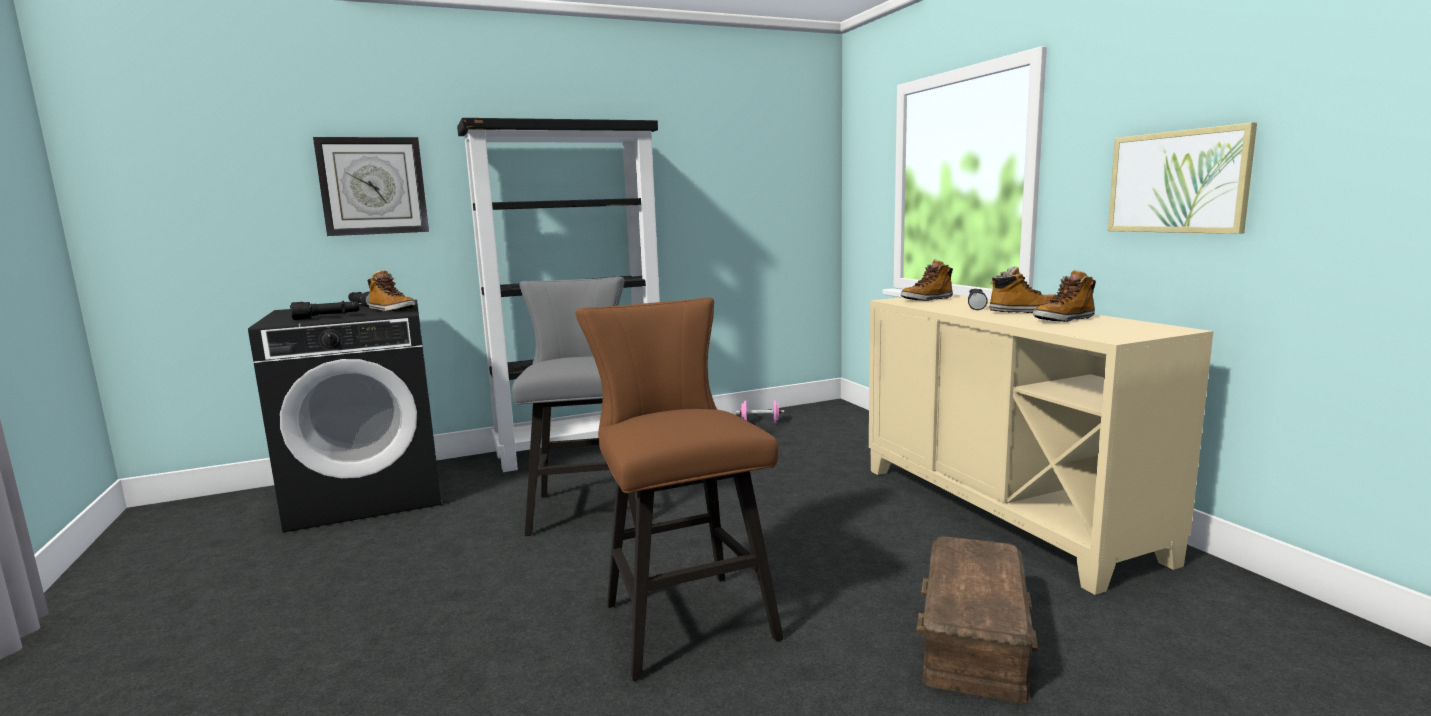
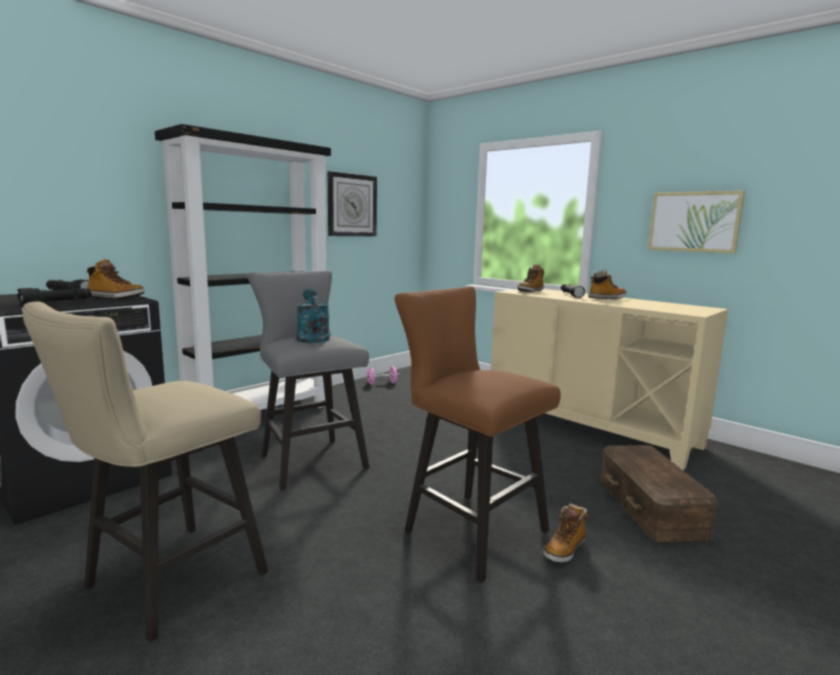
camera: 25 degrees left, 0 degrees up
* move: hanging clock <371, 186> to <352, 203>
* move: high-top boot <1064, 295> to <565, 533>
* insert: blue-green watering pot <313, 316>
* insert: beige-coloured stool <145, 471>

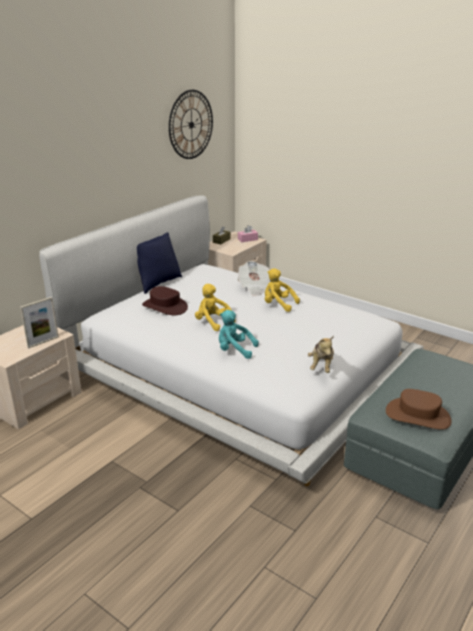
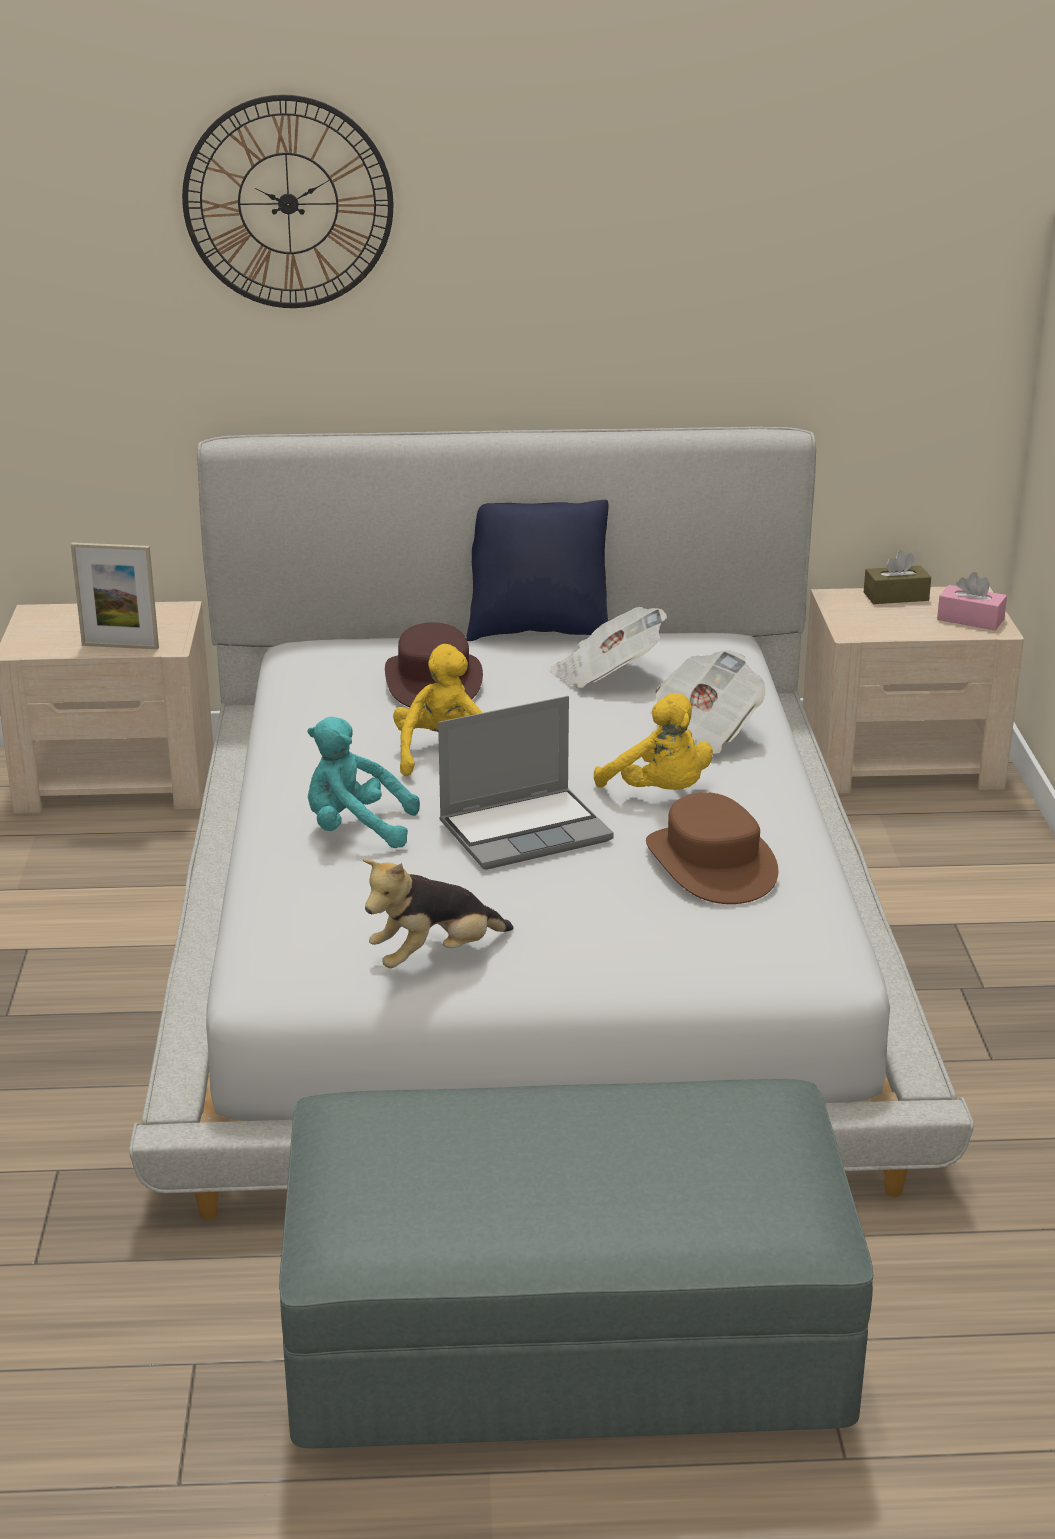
camera: 50 degrees right, 0 degrees up
* move: hanging clock <191, 124> to <287, 201>
* rotate: yellow plush toy <282, 290> = <653, 741> 150 degrees clockwise
* rotate: blue-green plush toy <239, 334> = <364, 782> 60 degrees counterclockwise
* move: brown hat <418, 409> to <712, 848>
* insert: daily paper <608, 647>
* insert: laptop <526, 783>

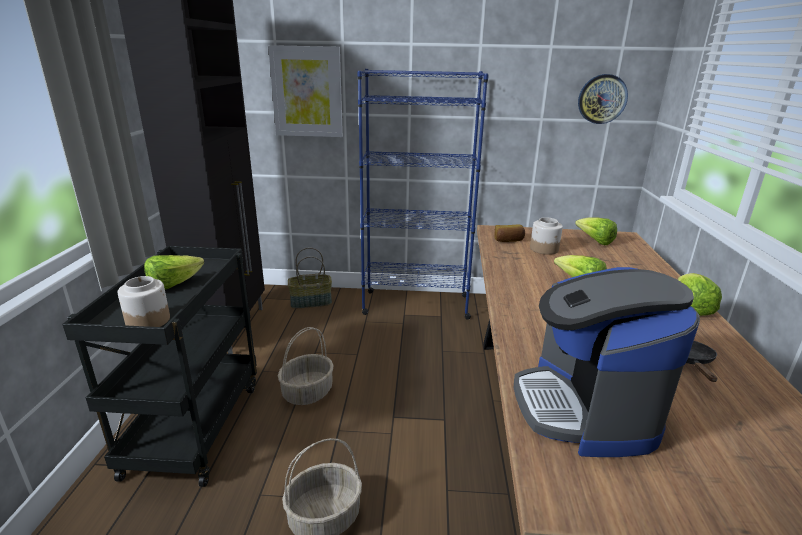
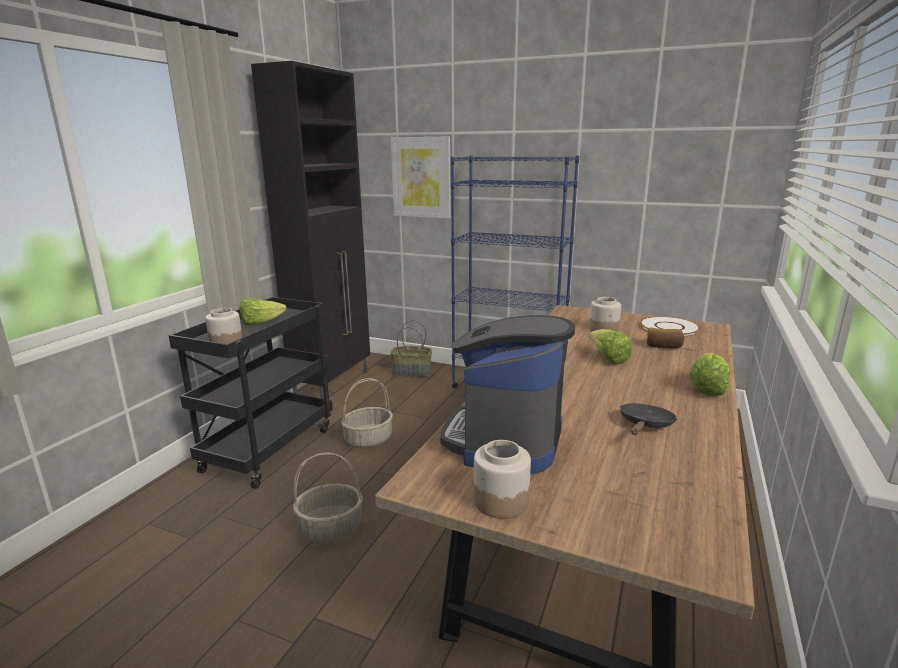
camera: 20 degrees right, 5 degrees down
* delete: hanging clock <603, 99>
* replace: head of lettuce <596, 231> to white dinner plate <670, 326>
* move: bakery bread <509, 233> to <665, 338>
* insert: preserve jar <502, 479>

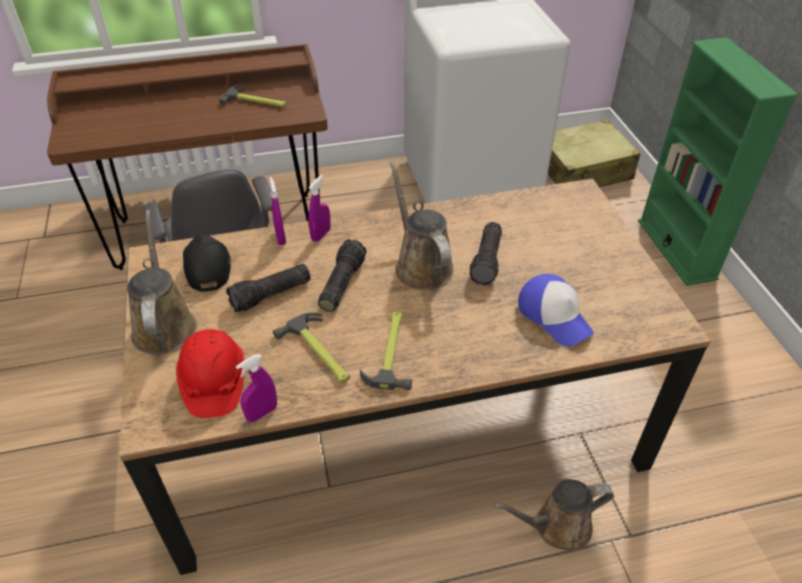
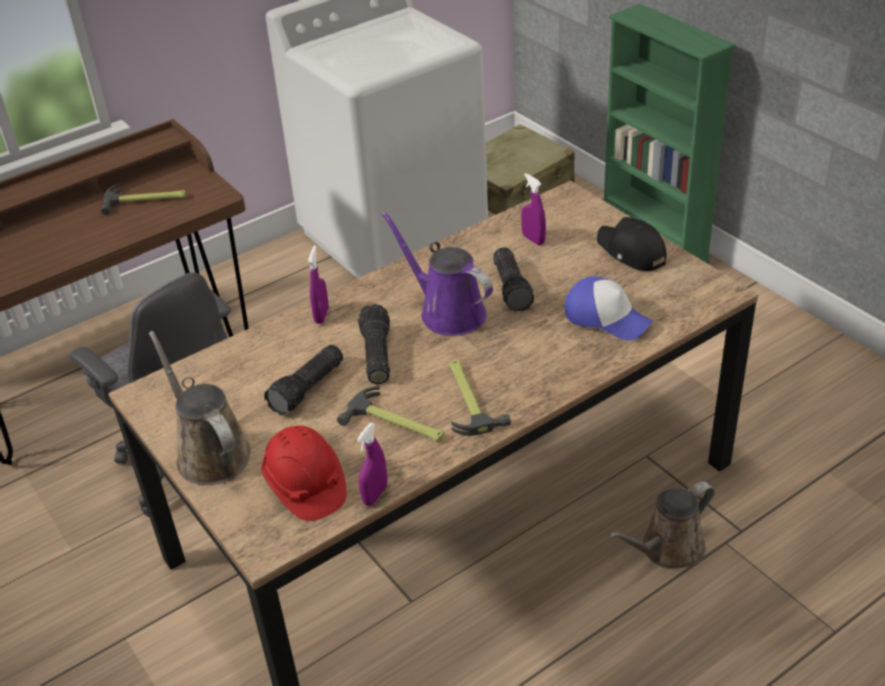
camera: 20 degrees left, 5 degrees down
* recolor: brown watering pot <422, 226> to purplish watering pot <437, 273>
* move: purplish hand sprayer <278, 211> to <533, 209>
* move: black-coloured baseball cap <207, 263> to <632, 244>

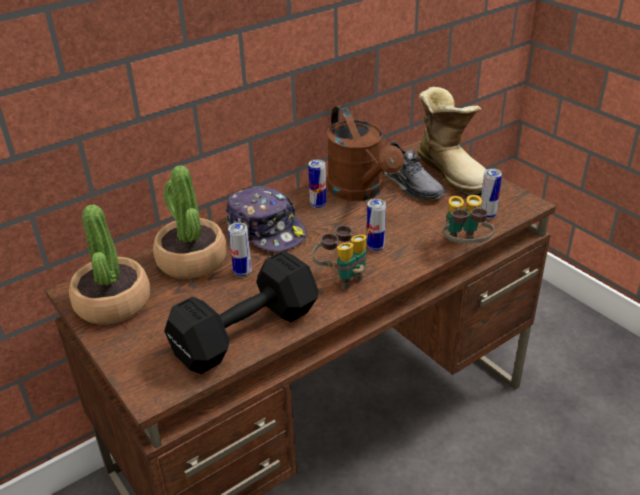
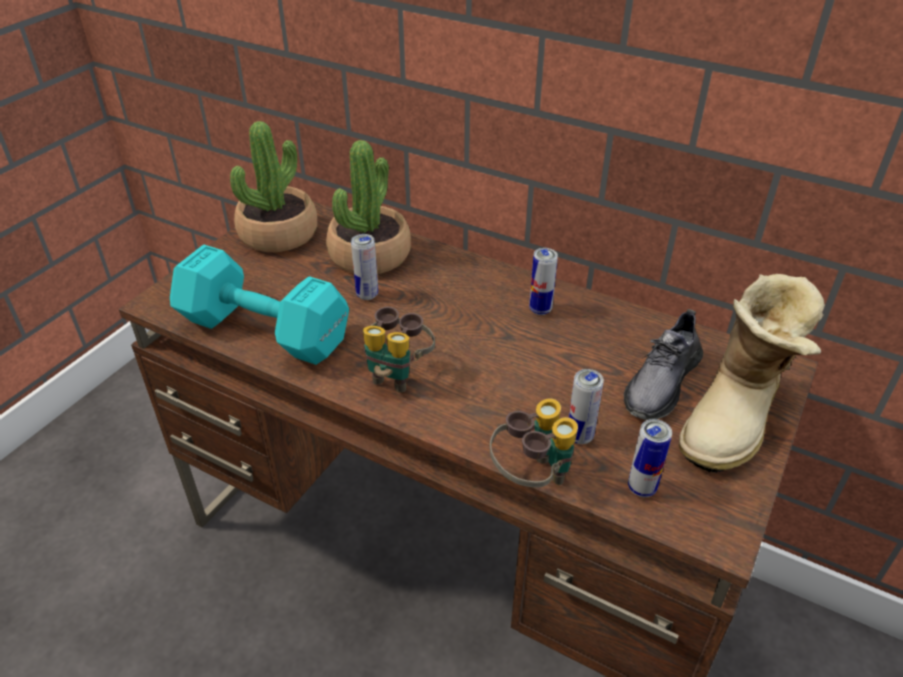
camera: 65 degrees right, 5 degrees up
* delete: brown watering pot <365, 153>
* delete: baseball cap <266, 219>
* move: sealed can <376, 225> to <586, 406>
* recolor: black-coloured free weight <241, 312> to blue-green free weight <259, 305>

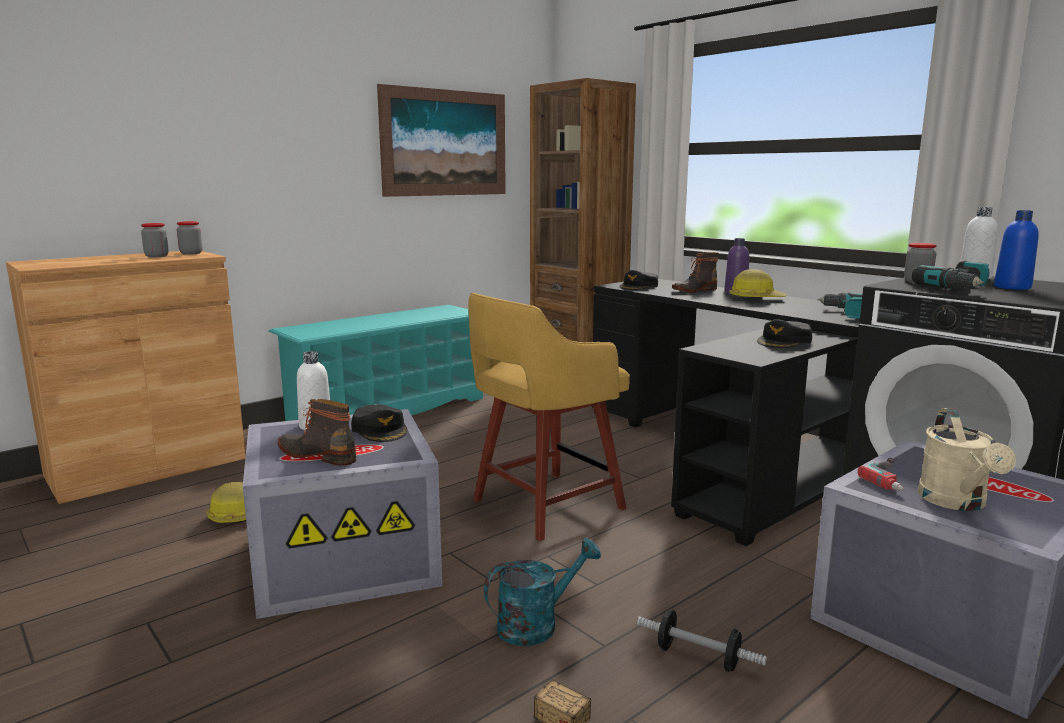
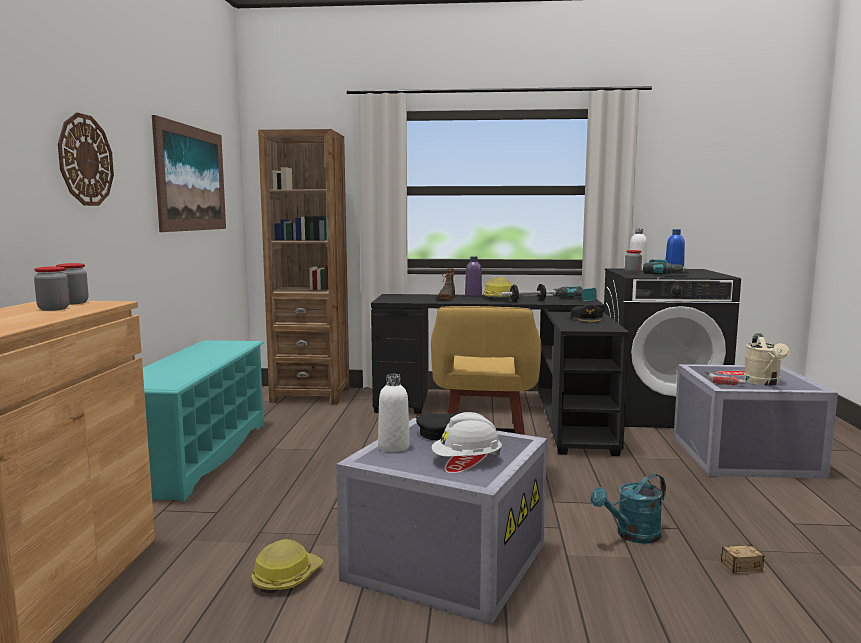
camera: 45 degrees left, 5 degrees down
* delete: black-coloured baseball cap <638, 280>
* replace: high-top boot <317, 432> to white safety helmet <467, 434>
* rotate: beige-coloured watering pot <967, 459> = <766, 359> 45 degrees clockwise
* rotate: blue-green watering pot <542, 592> = <628, 509> 135 degrees counterclockwise
* move: free weight <702, 641> to <528, 293>
* insert: hanging clock <86, 159>

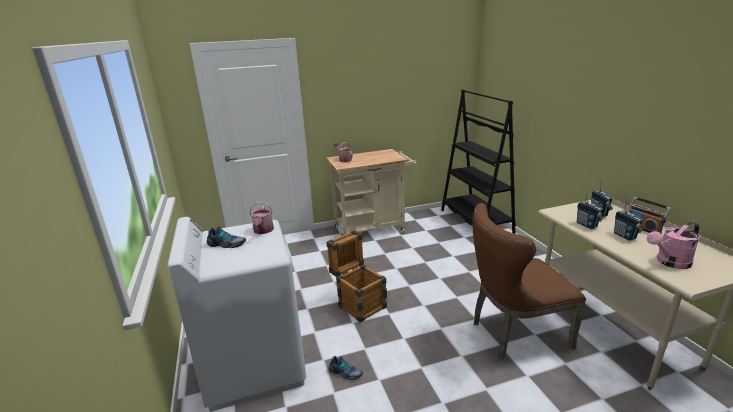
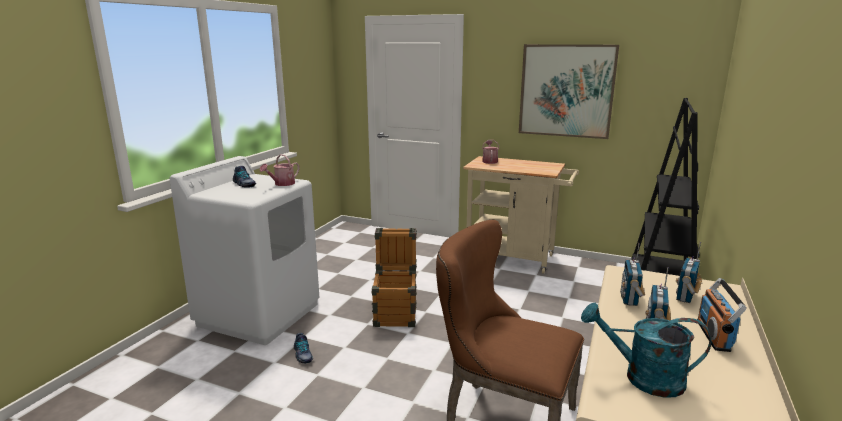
camera: 40 degrees right, 5 degrees down
* recolor: pink-coloured watering pot <673, 245> to blue-green watering pot <646, 350>
* insert: wall art <569, 91>

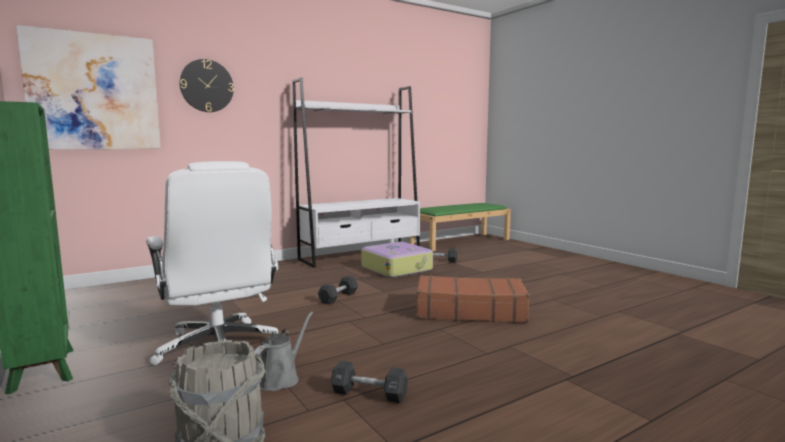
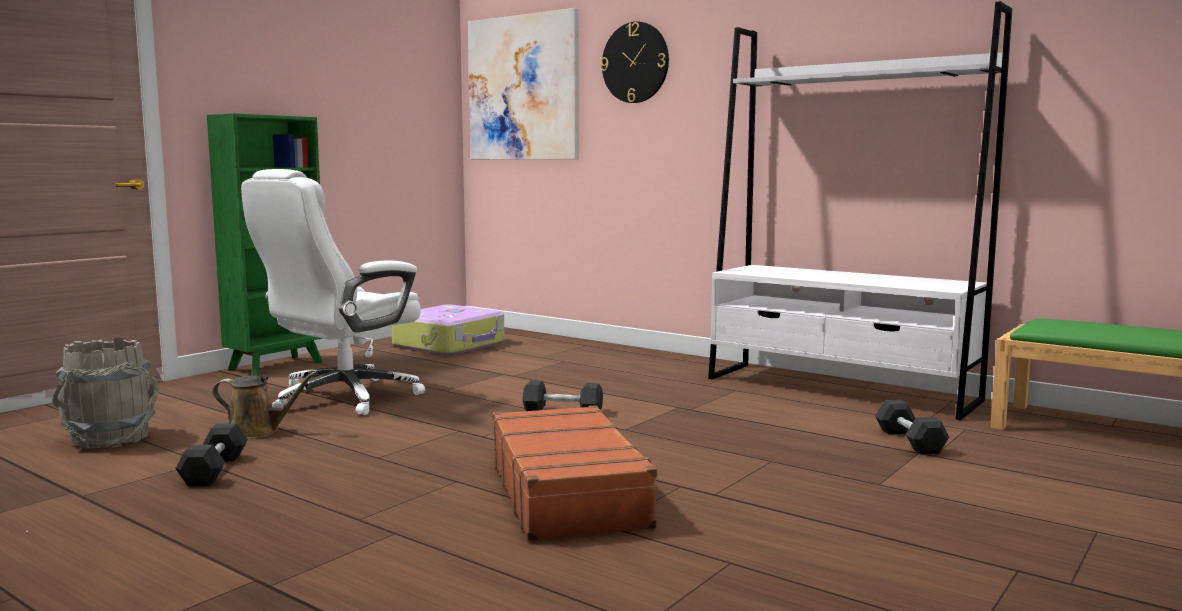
camera: 70 degrees right, 0 degrees up
* move: travel case <397, 260> to <447, 330>
* recolor: grey watering pot <283, 351> to brown watering pot <265, 405>

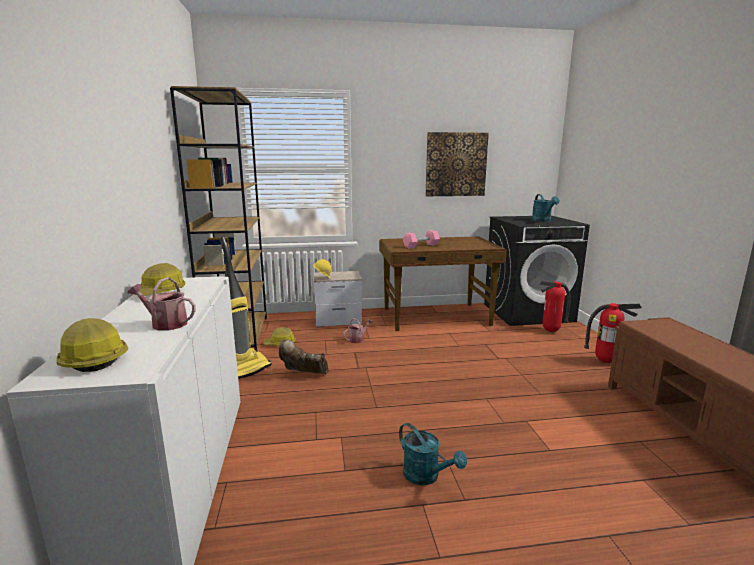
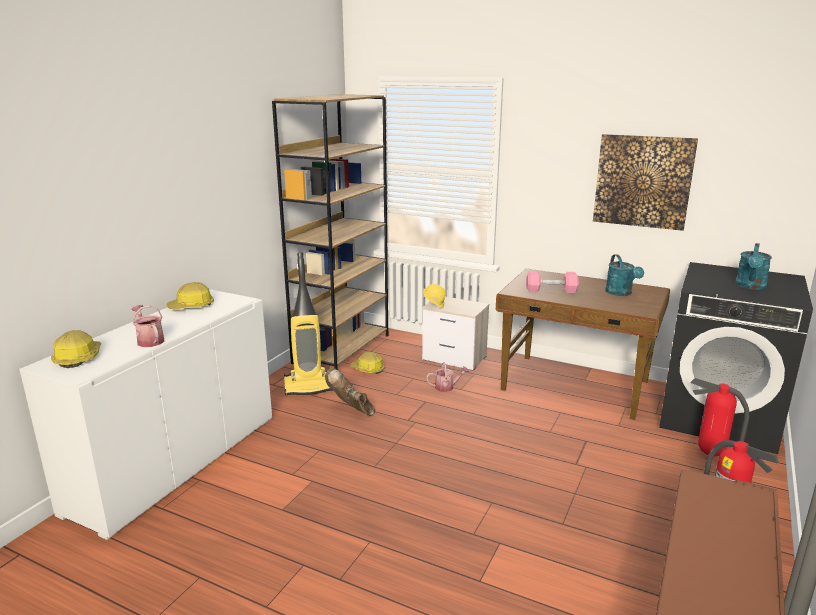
camera: 35 degrees right, 5 degrees up
* move: blue-green watering pot <433, 454> to <624, 275>

